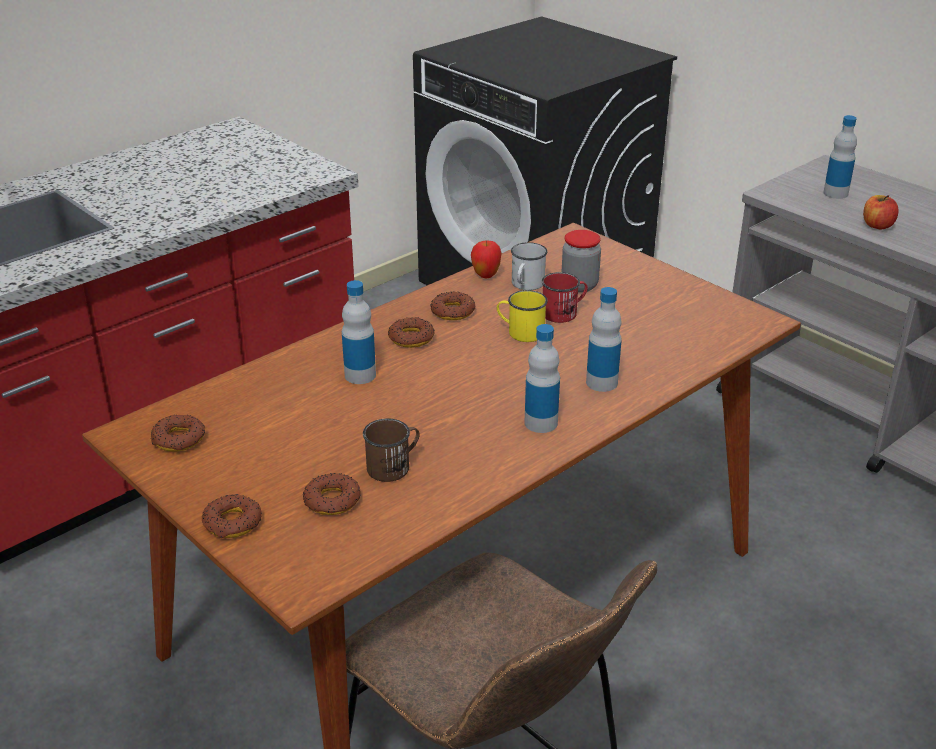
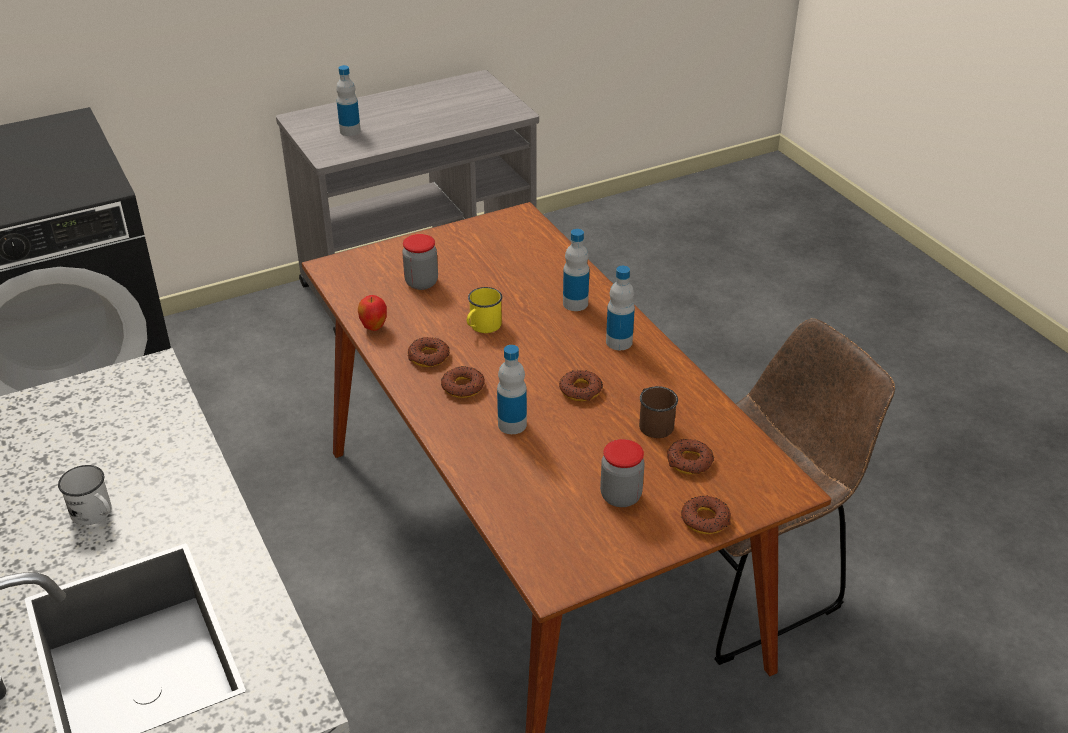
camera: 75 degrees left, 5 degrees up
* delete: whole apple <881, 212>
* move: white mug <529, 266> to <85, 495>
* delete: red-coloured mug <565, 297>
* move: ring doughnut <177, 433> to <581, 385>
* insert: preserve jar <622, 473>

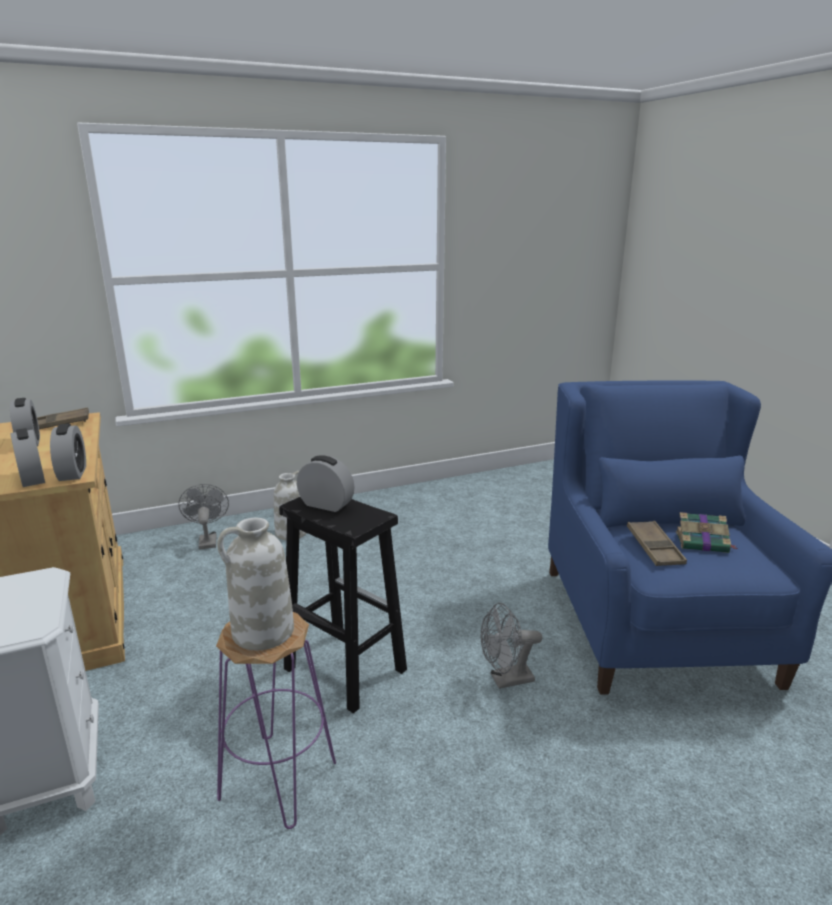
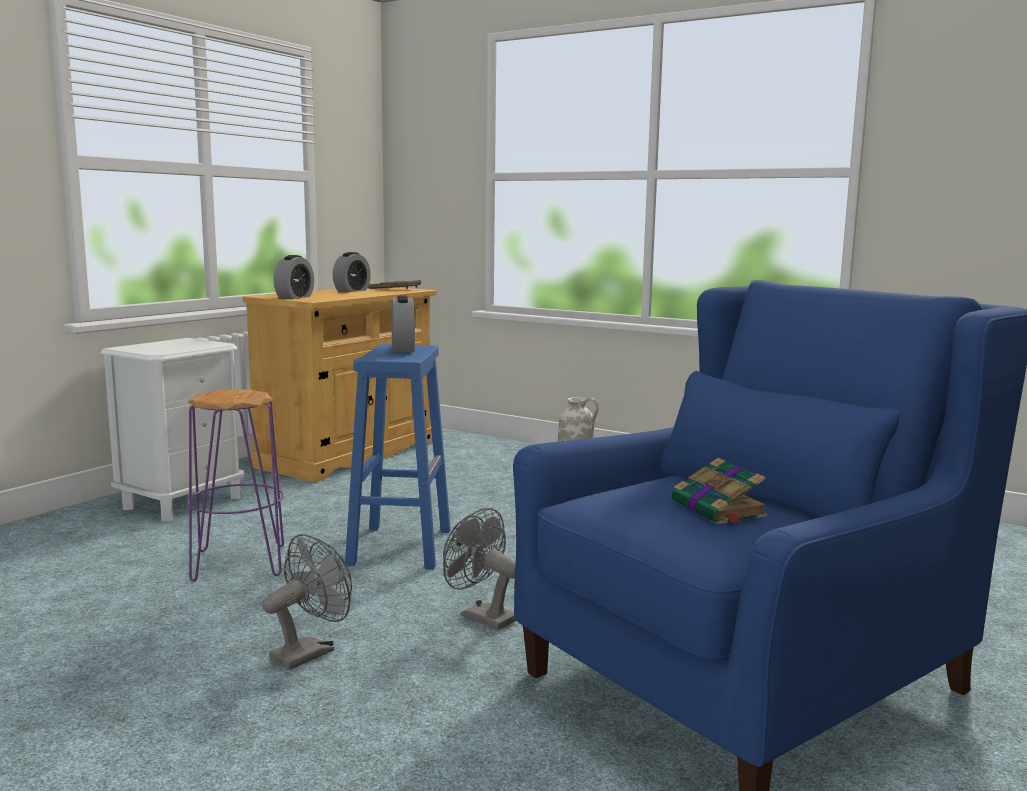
camera: 55 degrees right, 10 degrees down
* delete: bedside clock <68, 452>
* move: grey cooling fan <203, 517> to <307, 602>
* recolor: black-coloured stool <343, 605> to blue stool <398, 457>
* delete: white flower vase <255, 584>
* delete: brown serving tray <657, 543>

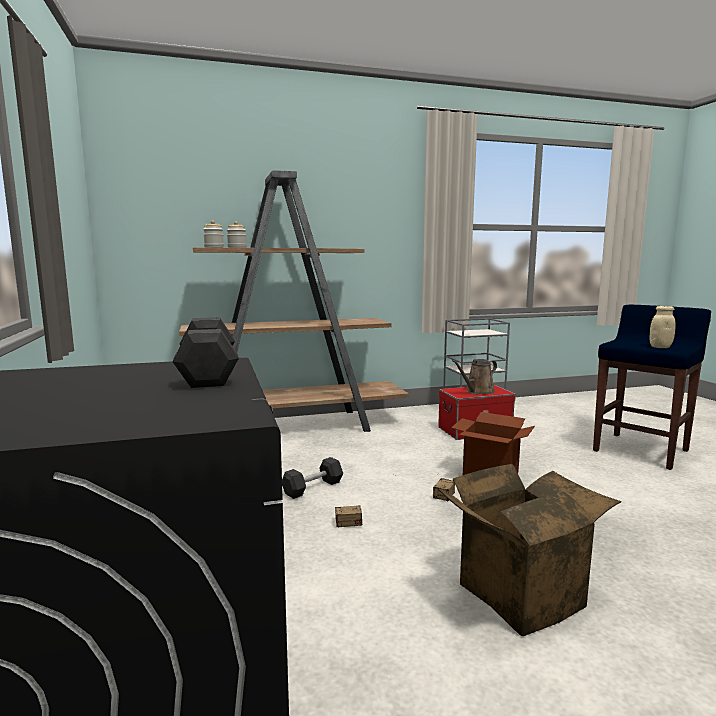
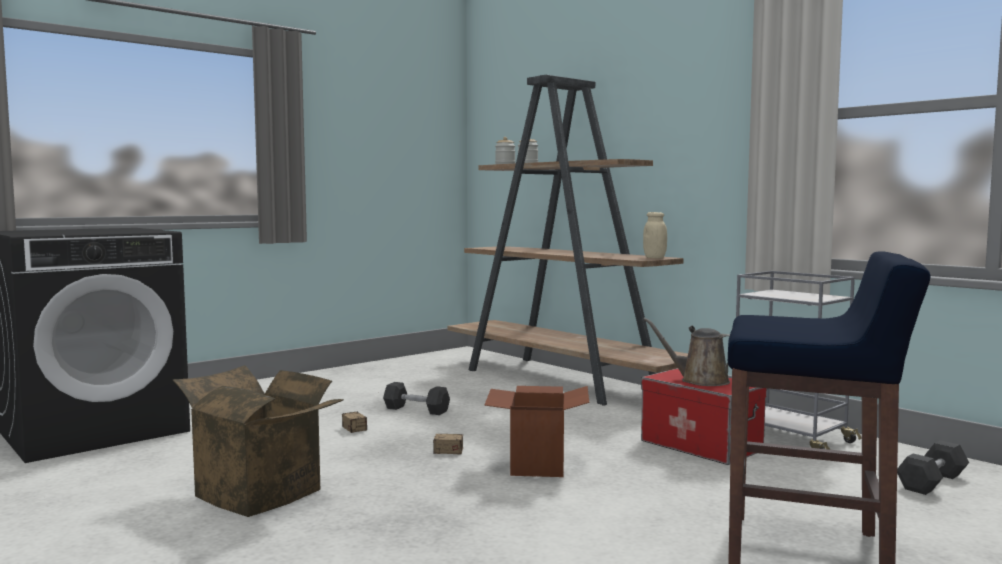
camera: 65 degrees right, 5 degrees down
* move: beige-coloured preserve jar <663, 327> to <655, 235>
* move: grey free weight <205, 352> to <933, 467>

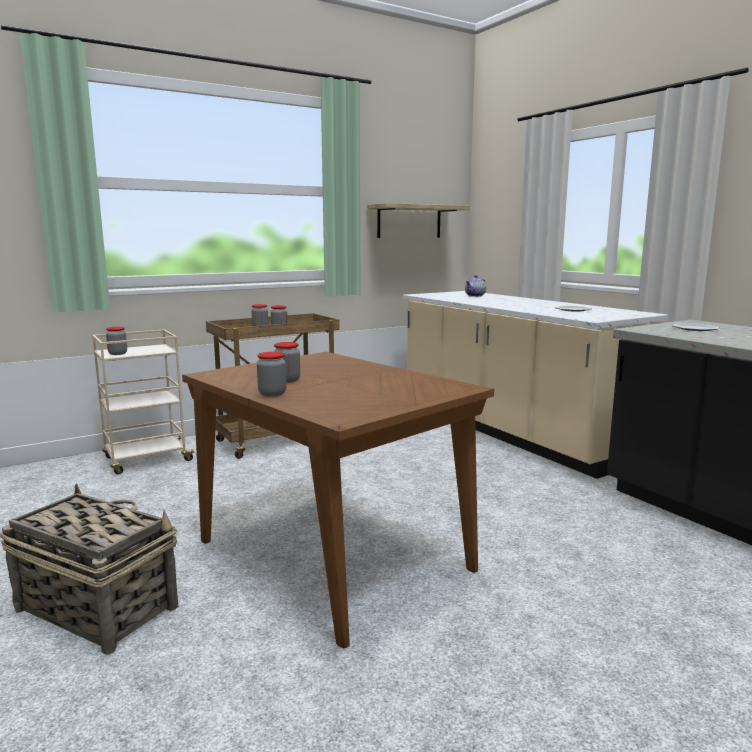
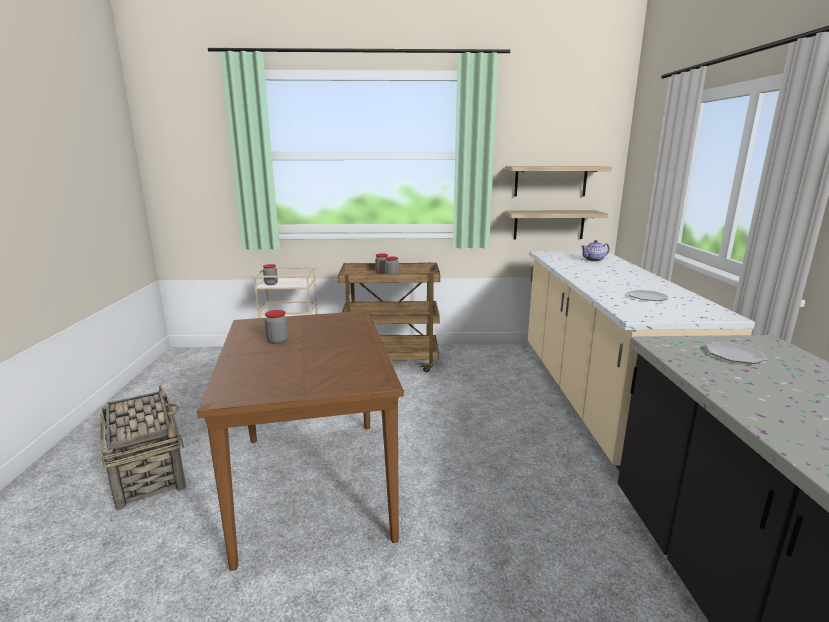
camera: 30 degrees right, 5 degrees up
* delete: preserve jar <271, 374>
* insert: shelf <557, 224>

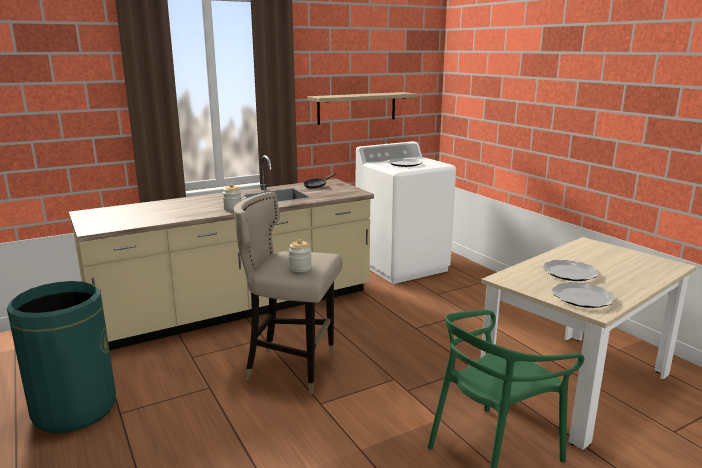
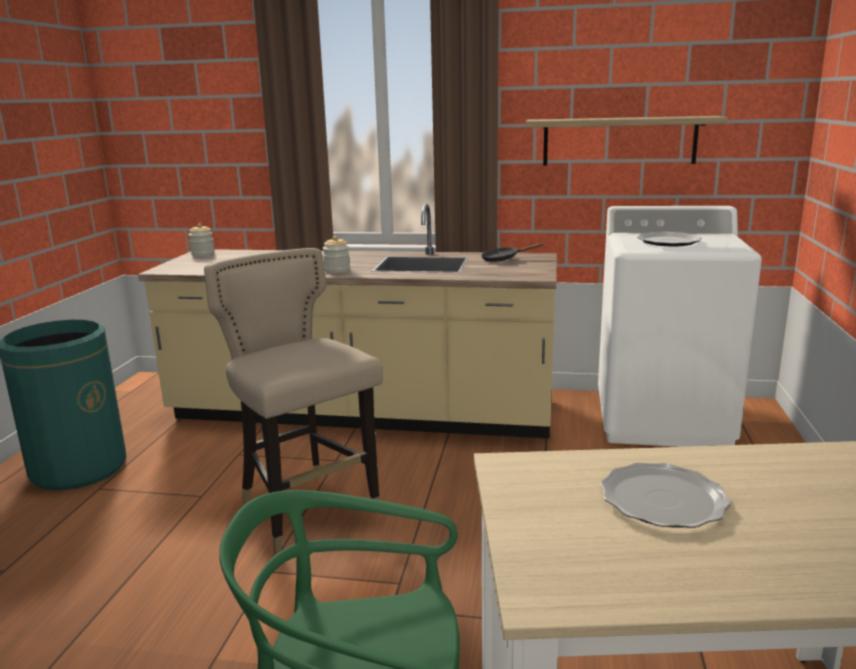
camera: 40 degrees right, 0 degrees up
* move: preserve jar <300, 255> to <202, 240>
* delete: dinner plate <584, 295>

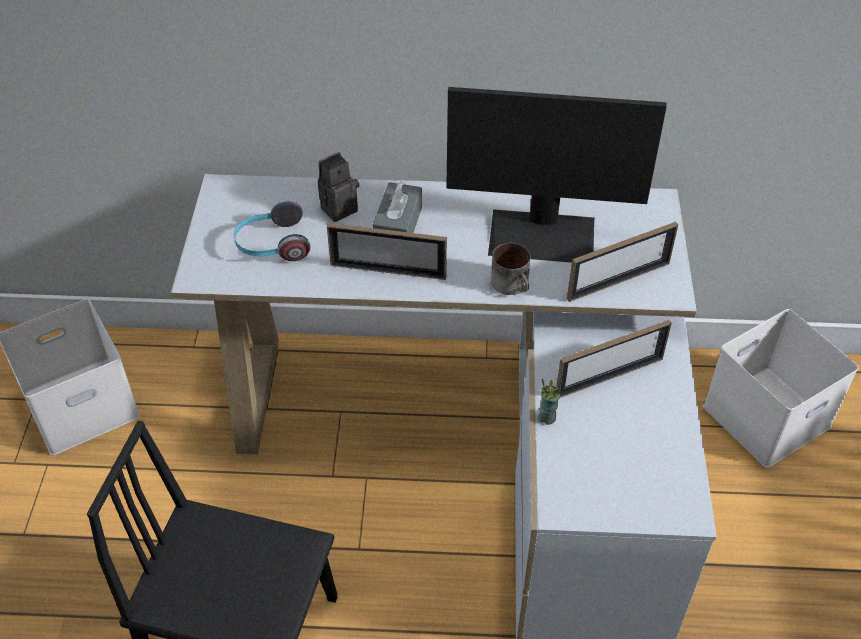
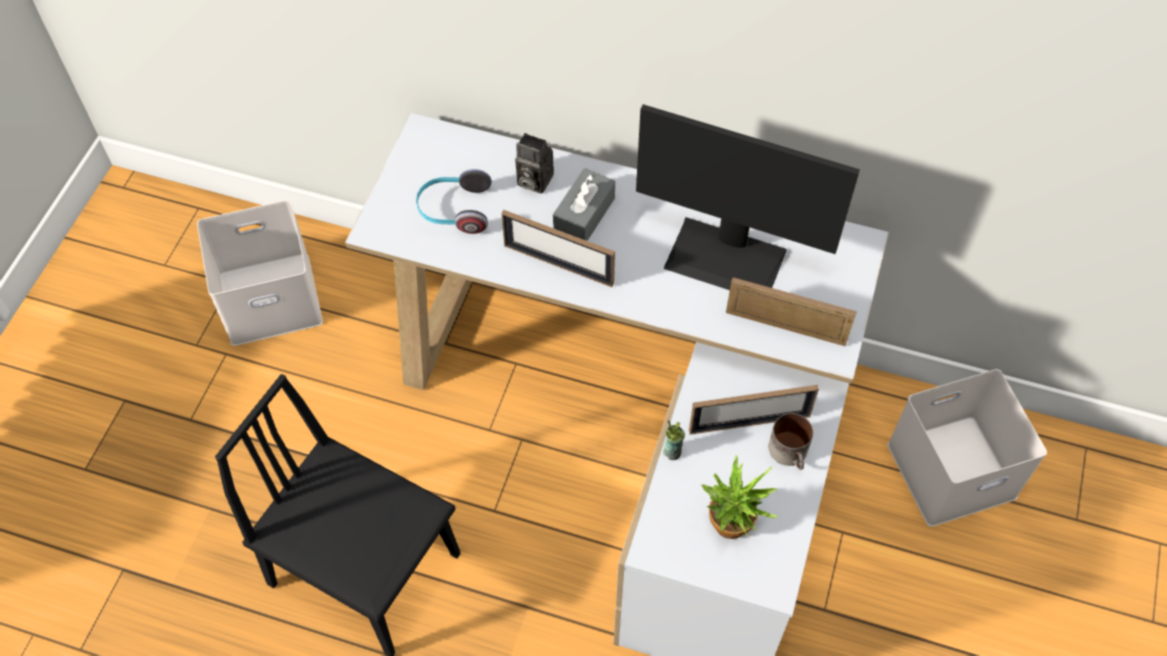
camera: 15 degrees right, 10 degrees up
* rotate: still camera <338, 187> = <534, 163> 135 degrees counterclockwise
* rotate: photo frame <622, 262> = <791, 311> 150 degrees counterclockwise
* move: mug <511, 269> to <791, 441>
* insert: potted plant <740, 497>

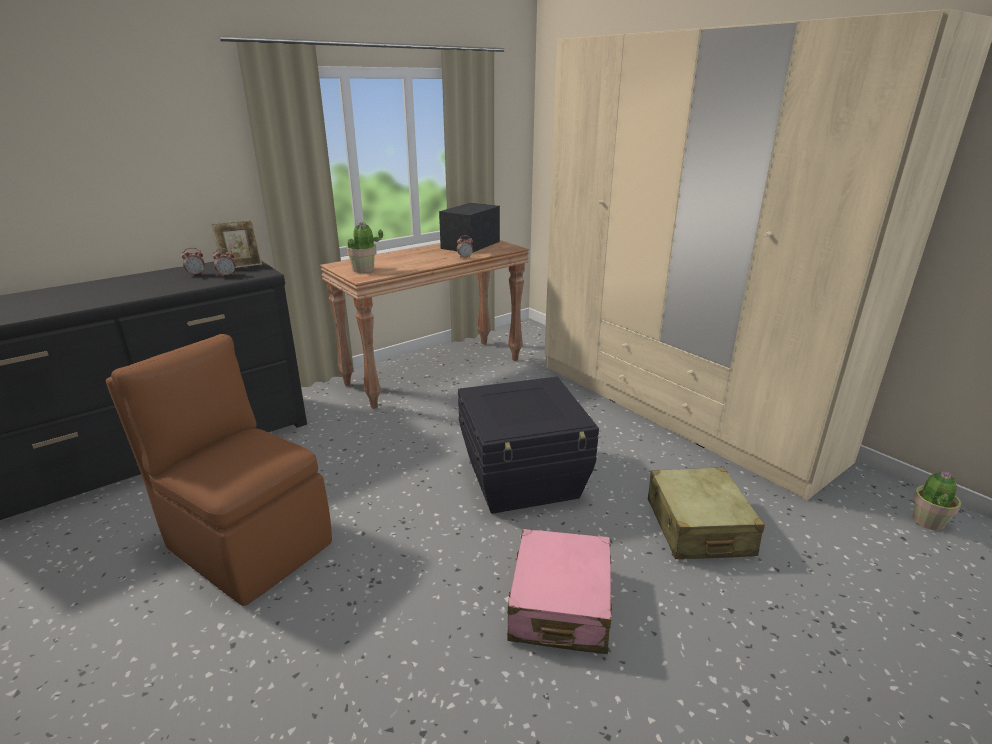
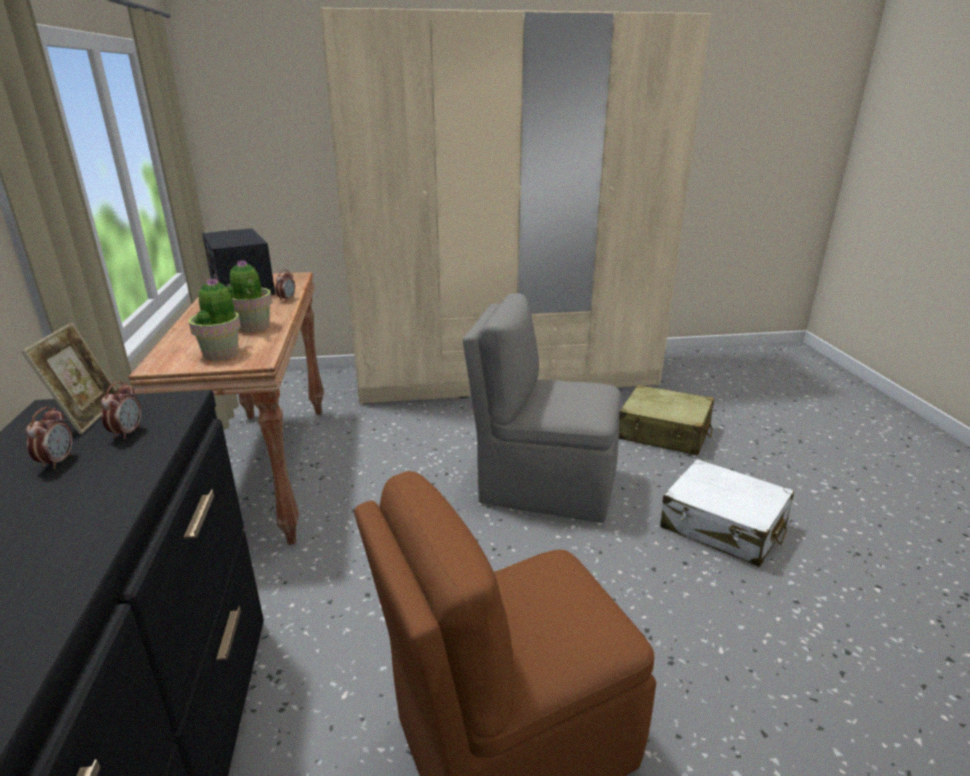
camera: 60 degrees left, 0 degrees up
* replace: black-coloured storage bin <528, 445> to grey plain chair <541, 408>
* move: potted plant <936, 500> to <251, 296>
* recolor: pink-coloured travel case <559, 591> to white travel case <727, 513>

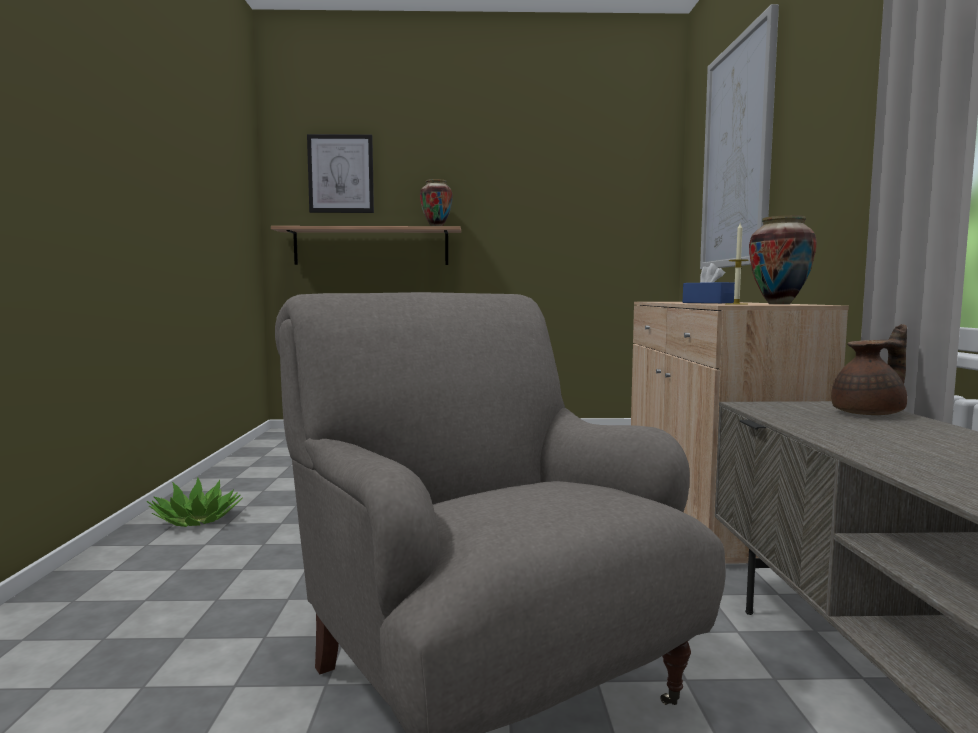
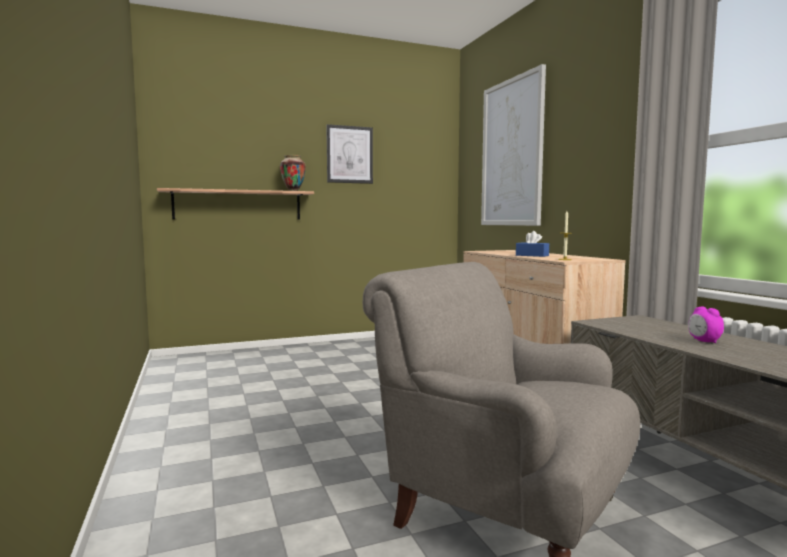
camera: 20 degrees left, 0 degrees up
* move: wall art <340, 173> to <349, 154>
* delete: flower vase <783, 259>
* delete: brown tea pot <869, 369>
* delete: potted plant <194, 502>
* insert: bedside clock <706, 325>

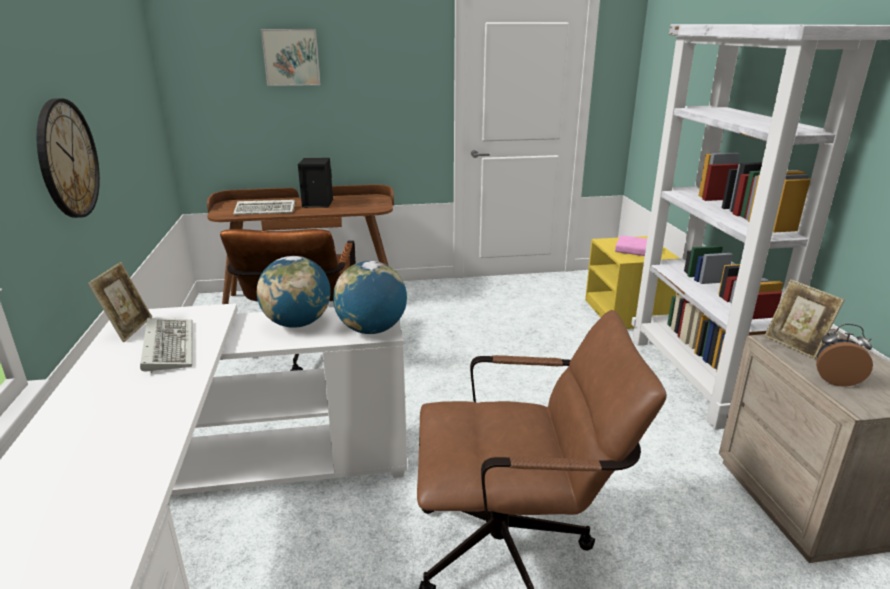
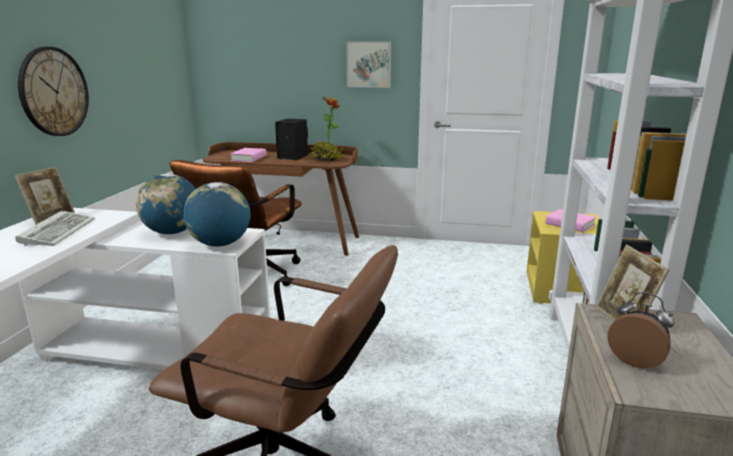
camera: 20 degrees right, 5 degrees down
* move: wall art <290, 57> to <368, 65>
* replace: computer keyboard <264, 207> to pink-coloured book <248, 155>
* insert: potted plant <327, 129>

